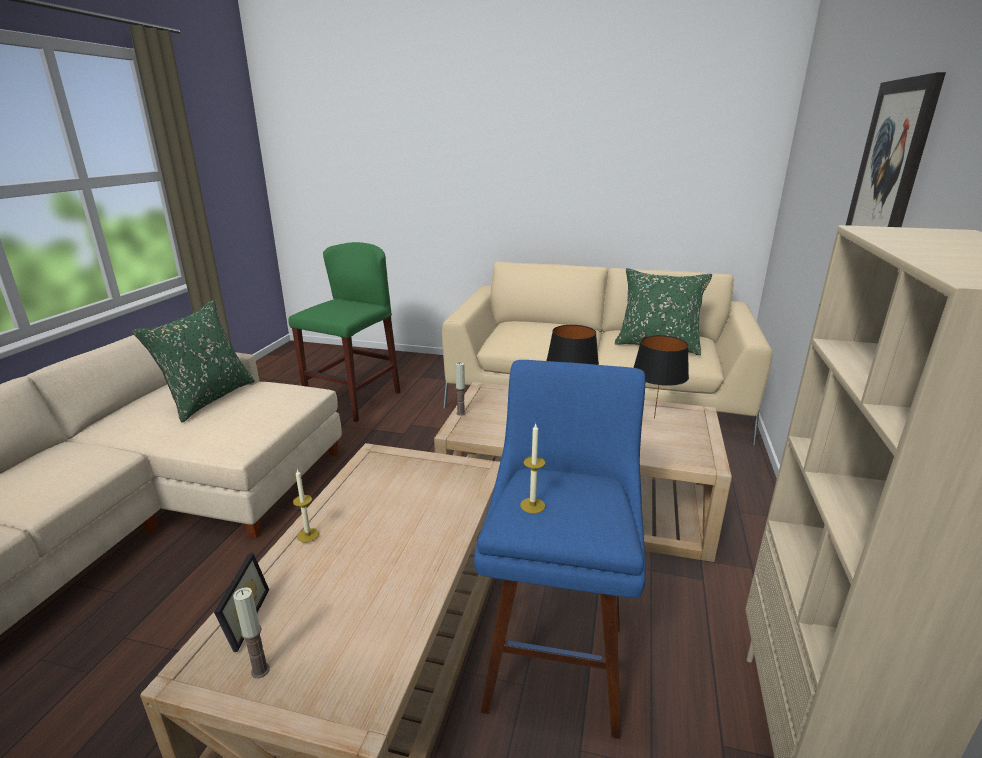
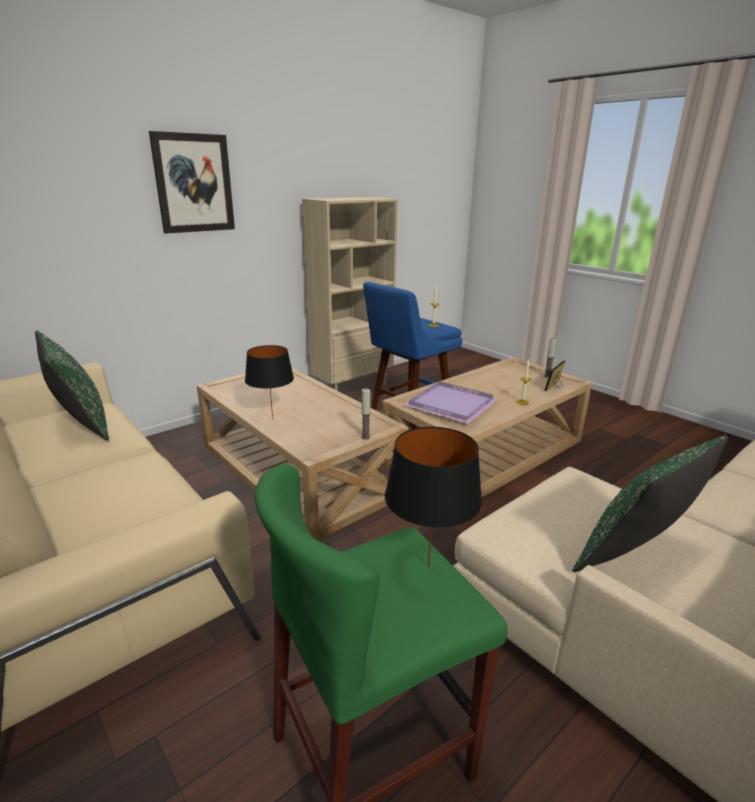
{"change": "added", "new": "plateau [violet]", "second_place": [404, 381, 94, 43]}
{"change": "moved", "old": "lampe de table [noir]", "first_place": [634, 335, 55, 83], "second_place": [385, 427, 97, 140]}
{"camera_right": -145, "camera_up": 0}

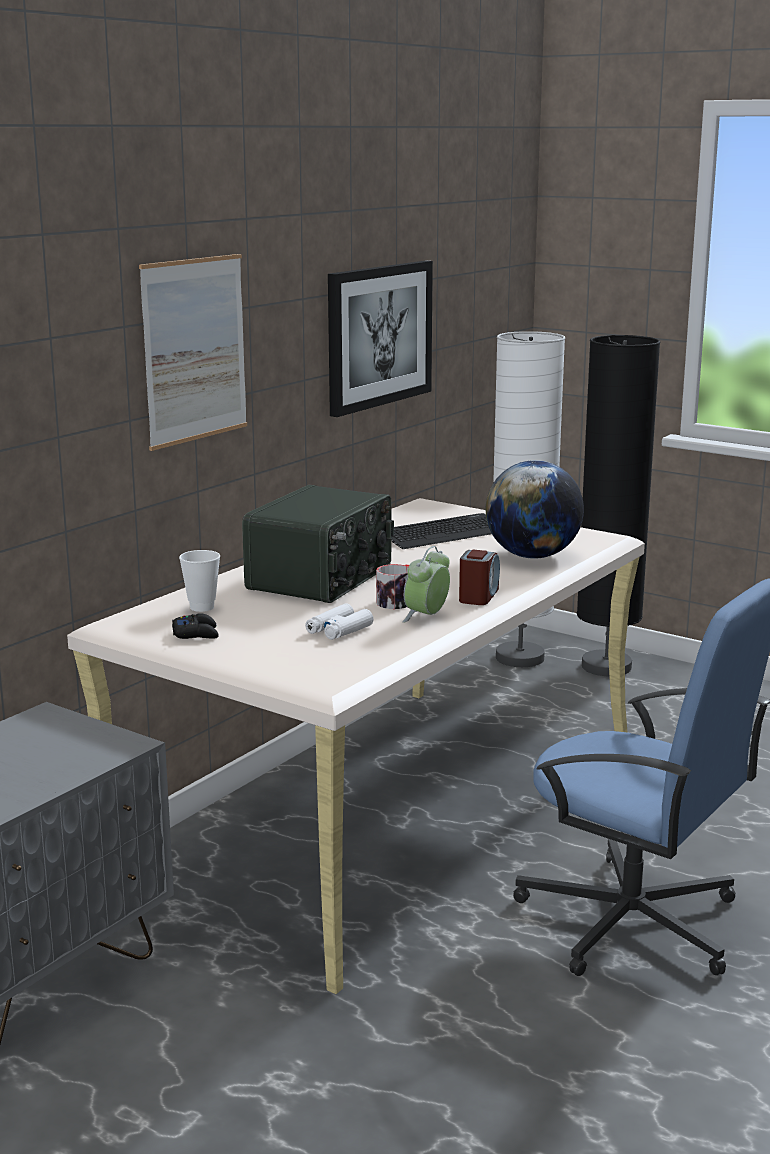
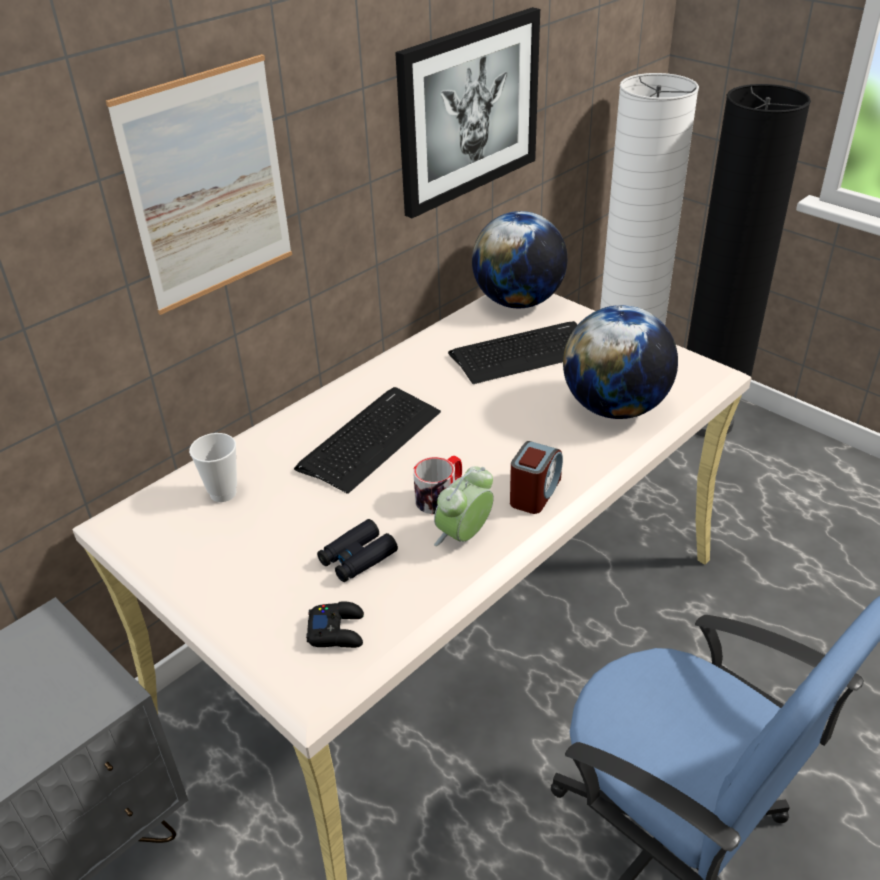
{"change": "added", "new": "globe", "second_place": [472, 211, 95, 97]}
{"change": "moved", "old": "manette [noir]", "first_place": [172, 613, 47, 26], "second_place": [306, 602, 58, 46]}
{"change": "replaced", "old": "radio", "new": "clavier", "first_place": [242, 485, 152, 118], "second_place": [294, 387, 147, 107]}
{"change": "recoloured", "old": "jumelles [blanc]", "new": "jumelles [noir]", "first_place": [305, 603, 69, 37], "second_place": [317, 519, 81, 63]}
{"camera_right": 10, "camera_up": 20}

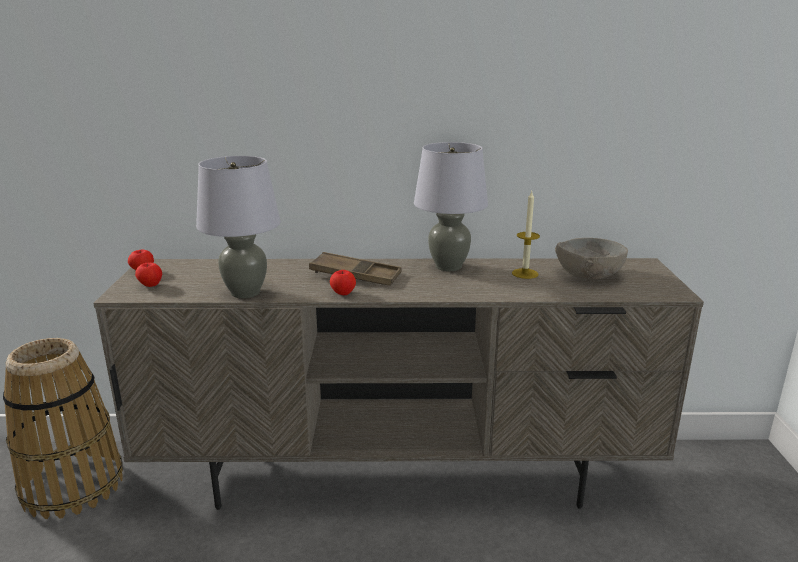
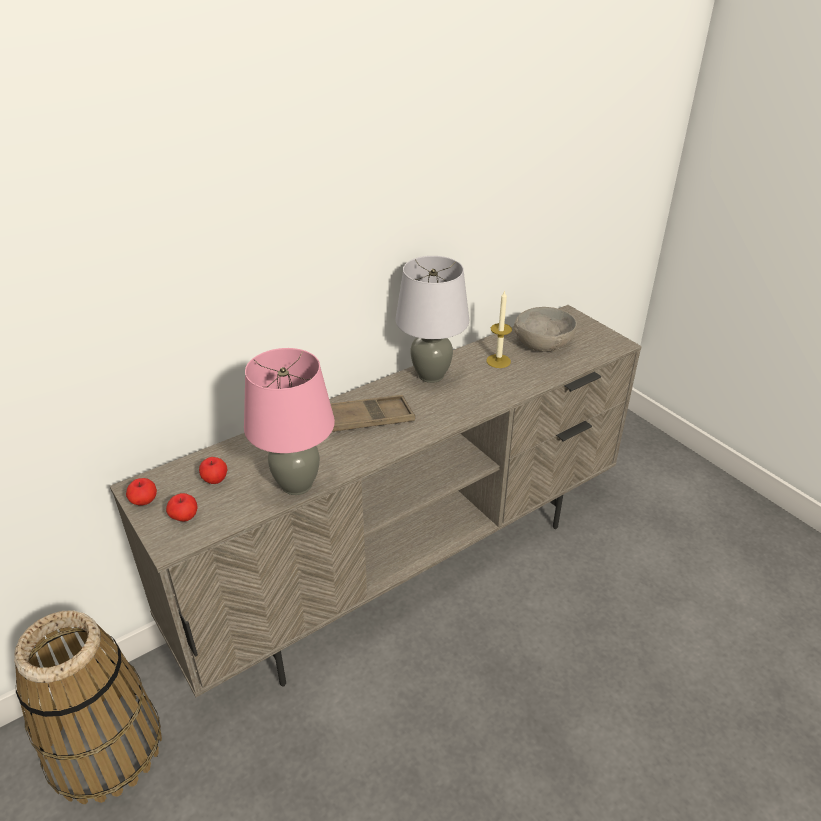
{"change": "moved", "old": "pomme", "first_place": [330, 270, 26, 25], "second_place": [199, 457, 29, 27]}
{"change": "recoloured", "old": "lampe de table [gris]", "new": "lampe de table [rose]", "first_place": [196, 156, 85, 142], "second_place": [244, 348, 91, 147]}
{"camera_right": -35, "camera_up": 15}

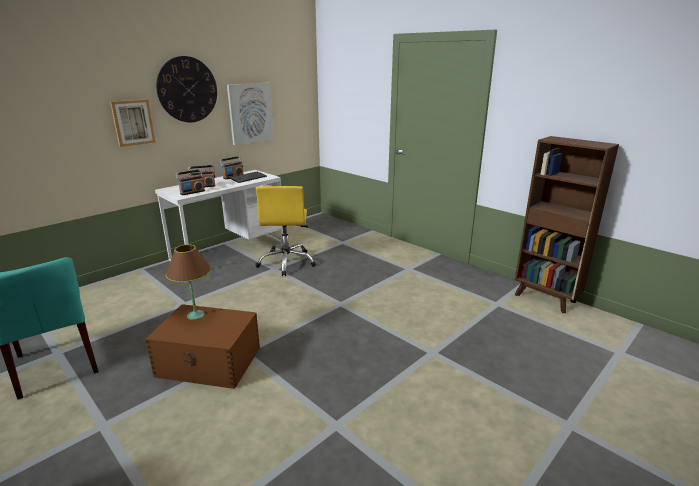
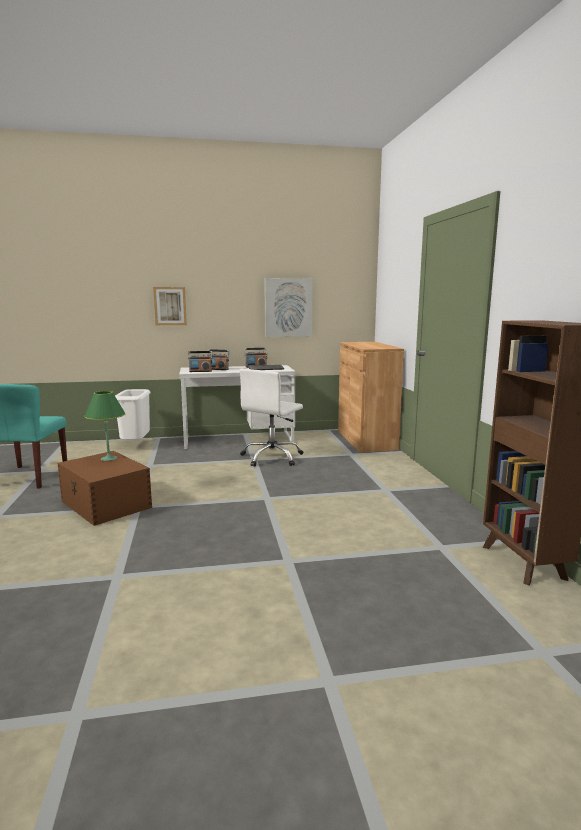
{"change": "removed", "old": "horloge murale", "first_place": [156, 56, 61, 66]}
{"change": "added", "new": "poubelle [blanc]", "second_place": [115, 389, 36, 51]}
{"change": "added", "new": "meuble de rangement [marron]", "second_place": [338, 342, 66, 111]}
{"change": "recoloured", "old": "lampe de table [marron]", "new": "lampe de table [vert]", "first_place": [166, 244, 45, 76], "second_place": [84, 391, 42, 70]}
{"change": "recoloured", "old": "chaise de bureau [jaune]", "new": "chaise de bureau [blanc]", "first_place": [255, 186, 61, 90], "second_place": [240, 369, 63, 98]}
{"camera_right": 35, "camera_up": -10}

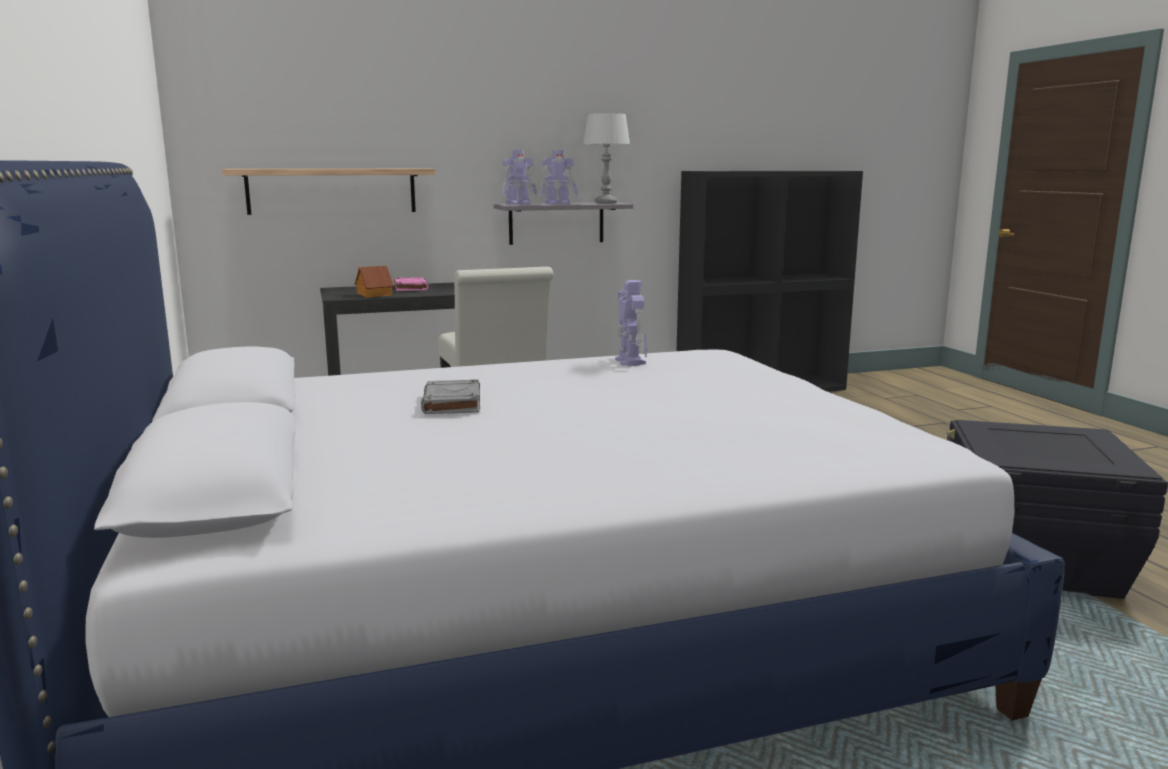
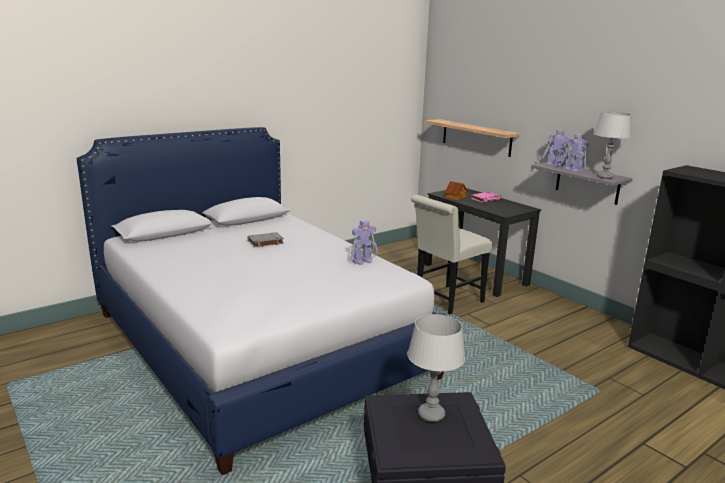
{"change": "added", "new": "lampe de table [gris]", "second_place": [407, 314, 58, 108]}
{"camera_right": 70, "camera_up": 5}

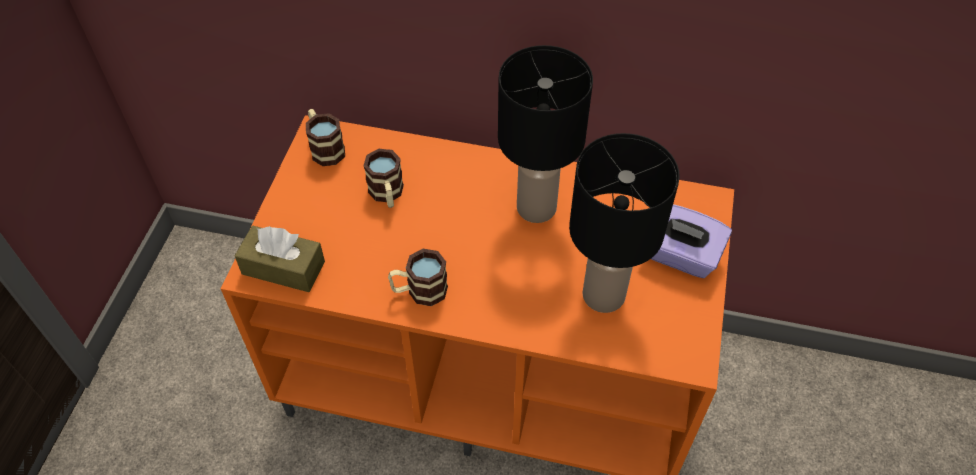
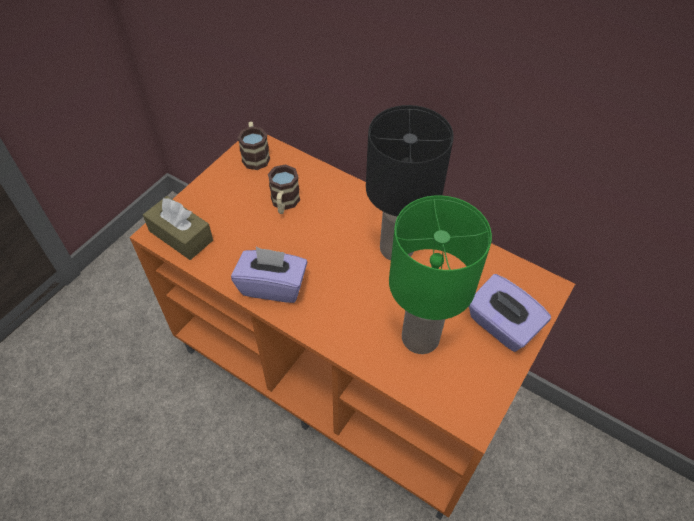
{"change": "replaced", "old": "mug", "new": "boîte à mouchoirs [violet]", "first_place": [388, 249, 60, 57], "second_place": [231, 247, 76, 56]}
{"change": "recoloured", "old": "lampe de table [noir]", "new": "lampe de table [vert]", "first_place": [569, 133, 111, 180], "second_place": [389, 195, 103, 159]}
{"camera_right": 20, "camera_up": 0}

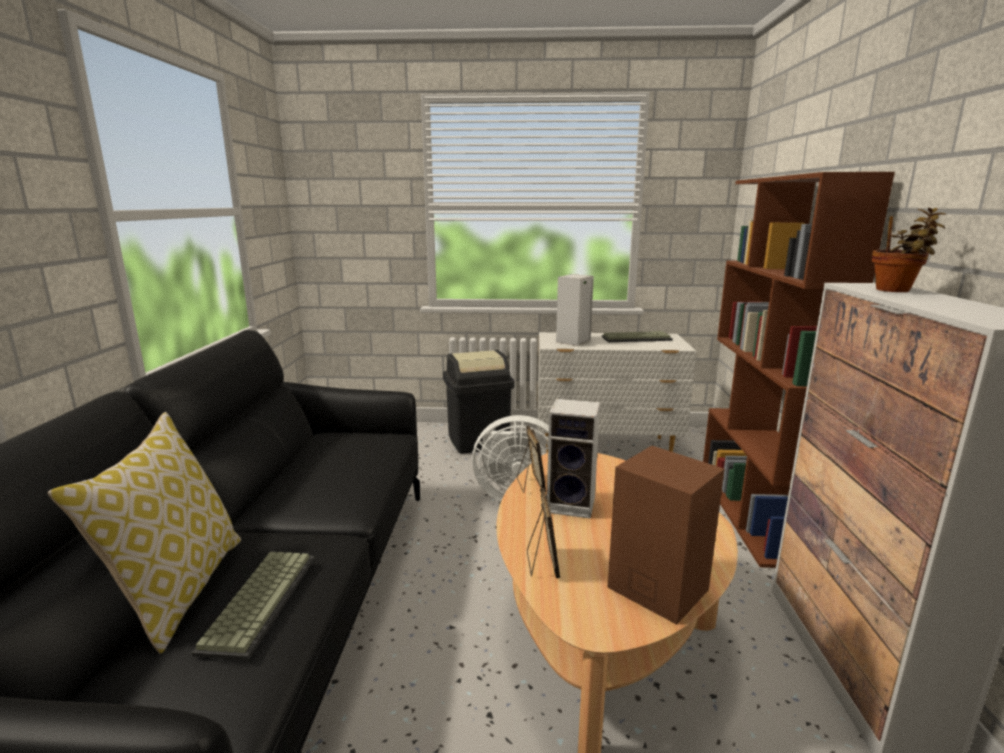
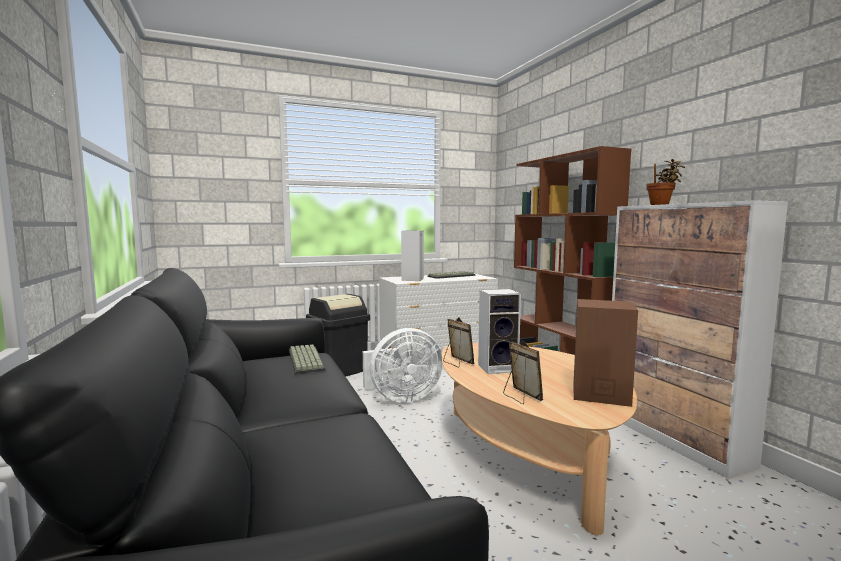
{"change": "removed", "old": "coussin", "first_place": [48, 412, 193, 242]}
{"change": "moved", "old": "clavier", "first_place": [192, 552, 123, 108], "second_place": [289, 344, 37, 30]}
{"camera_right": -25, "camera_up": -10}

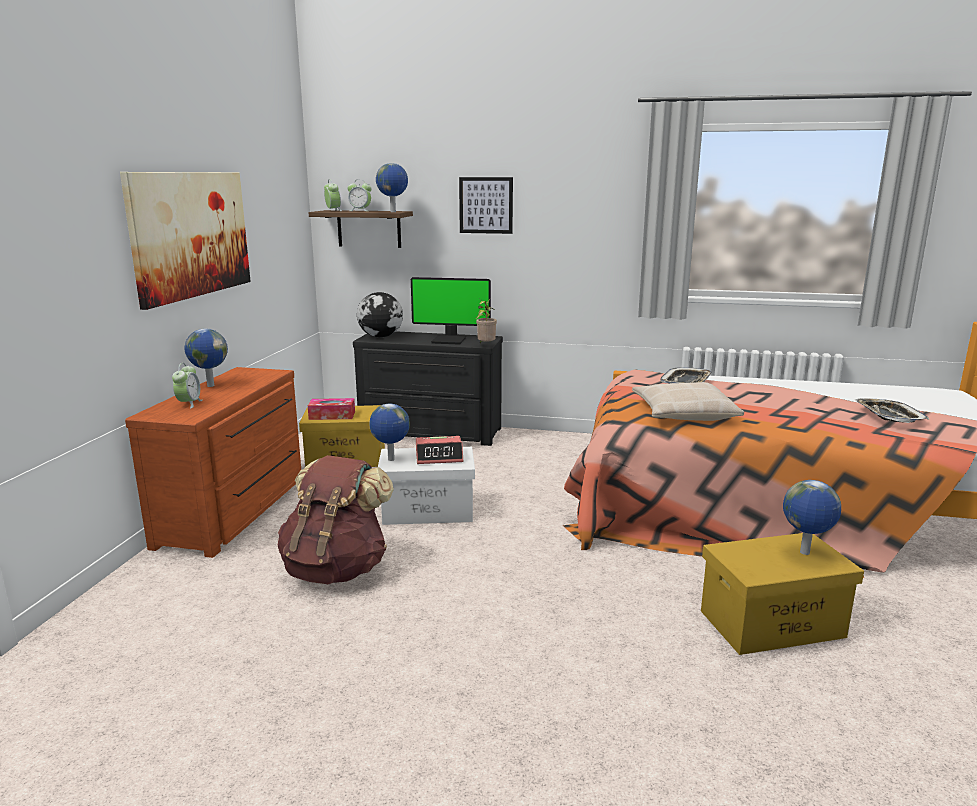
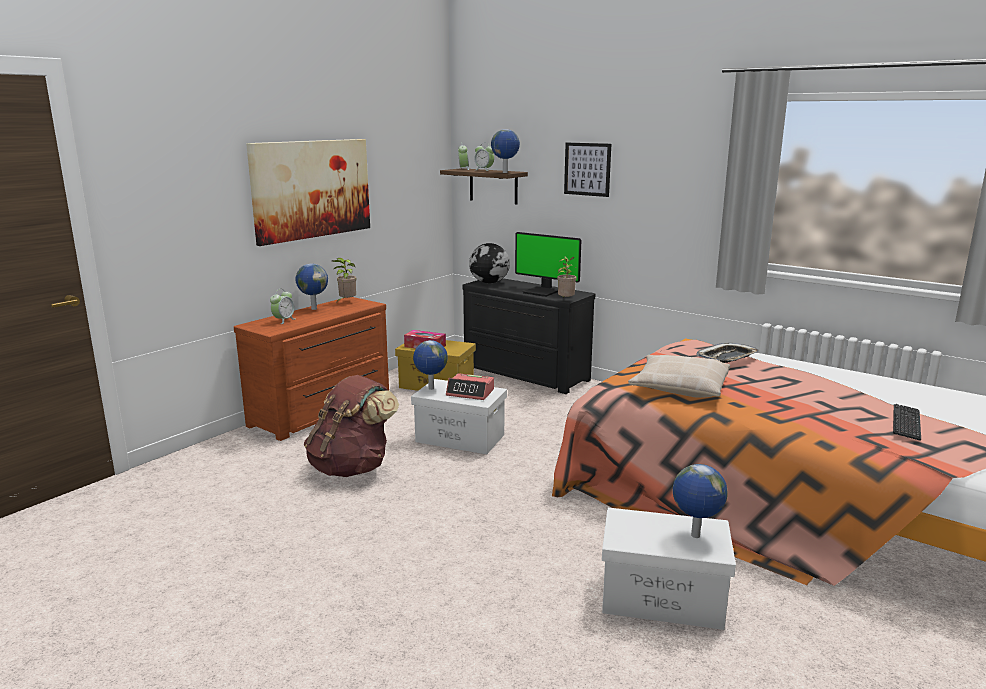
{"change": "added", "new": "plante en pot", "second_place": [332, 258, 24, 44]}
{"change": "replaced", "old": "plateau", "new": "clavier", "first_place": [855, 398, 74, 25], "second_place": [893, 404, 28, 37]}
{"change": "recoloured", "old": "boîte de rangement [jaune]", "new": "boîte de rangement [blanc]", "first_place": [701, 533, 163, 122], "second_place": [602, 508, 134, 122]}
{"camera_right": 25, "camera_up": 0}

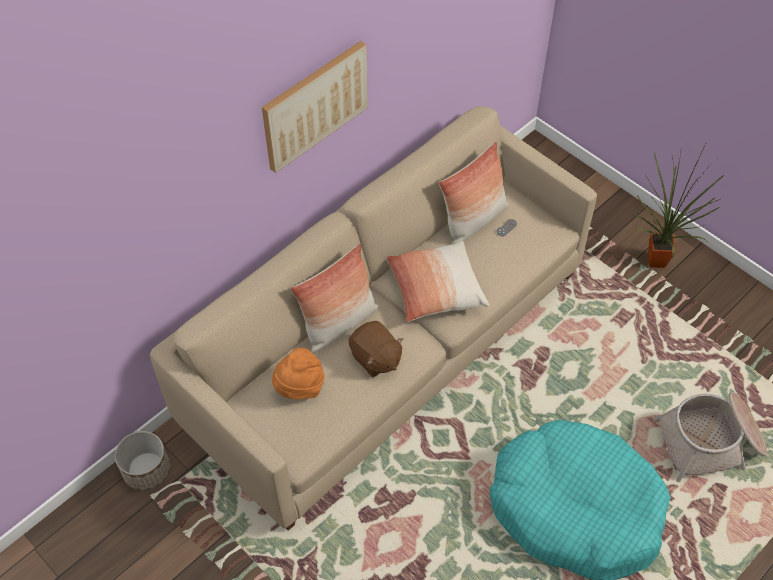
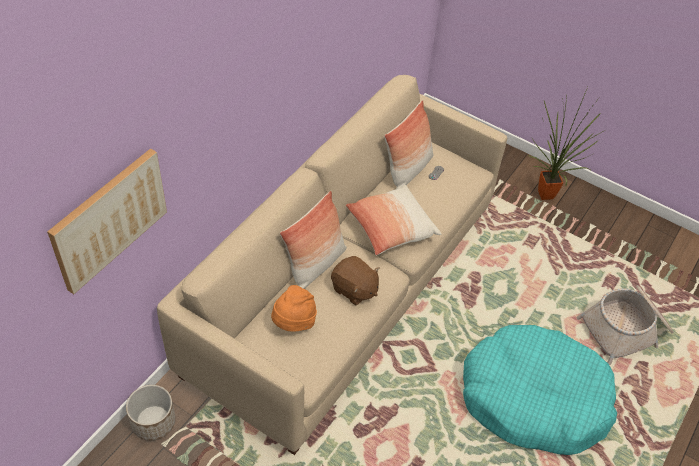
{"change": "moved", "old": "tableau", "first_place": [262, 41, 106, 132], "second_place": [47, 148, 120, 146]}
{"camera_right": -15, "camera_up": -5}

